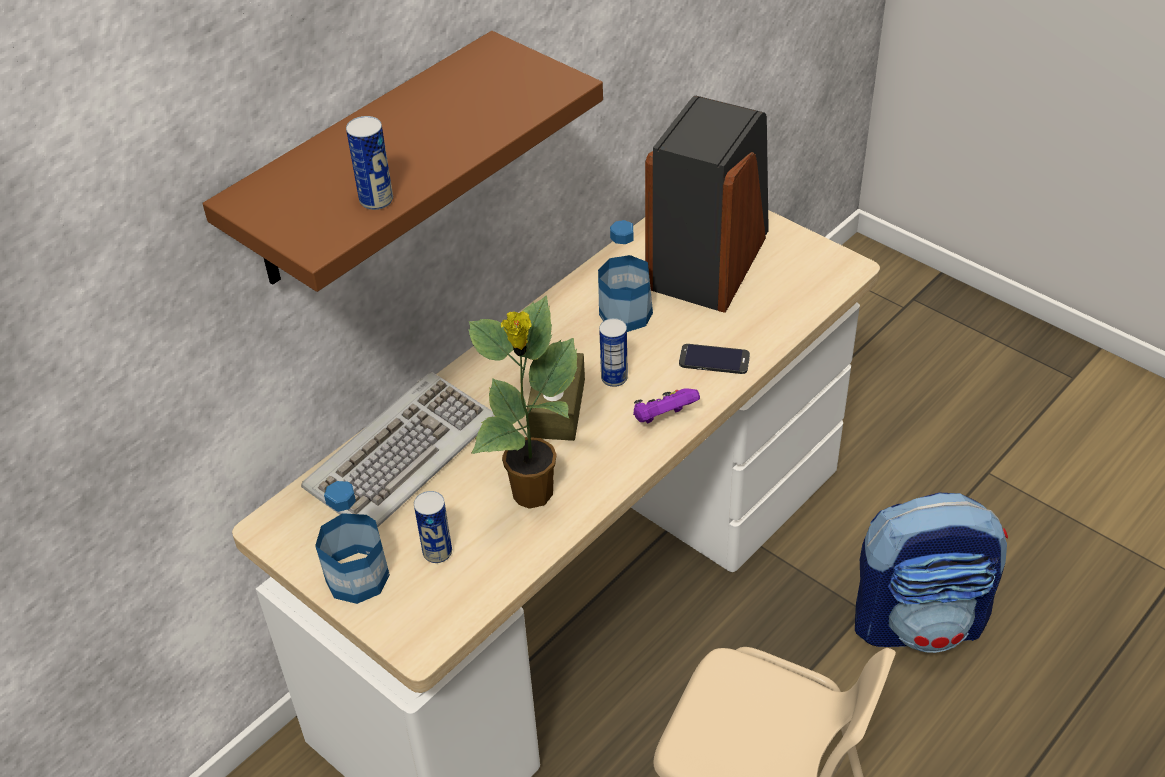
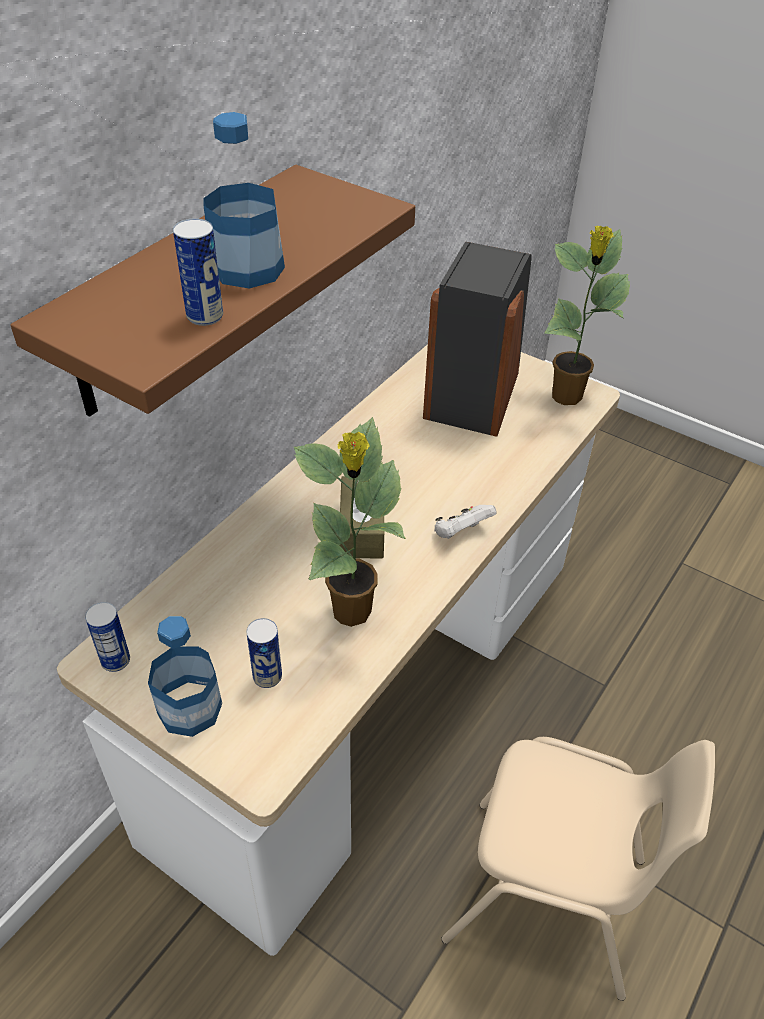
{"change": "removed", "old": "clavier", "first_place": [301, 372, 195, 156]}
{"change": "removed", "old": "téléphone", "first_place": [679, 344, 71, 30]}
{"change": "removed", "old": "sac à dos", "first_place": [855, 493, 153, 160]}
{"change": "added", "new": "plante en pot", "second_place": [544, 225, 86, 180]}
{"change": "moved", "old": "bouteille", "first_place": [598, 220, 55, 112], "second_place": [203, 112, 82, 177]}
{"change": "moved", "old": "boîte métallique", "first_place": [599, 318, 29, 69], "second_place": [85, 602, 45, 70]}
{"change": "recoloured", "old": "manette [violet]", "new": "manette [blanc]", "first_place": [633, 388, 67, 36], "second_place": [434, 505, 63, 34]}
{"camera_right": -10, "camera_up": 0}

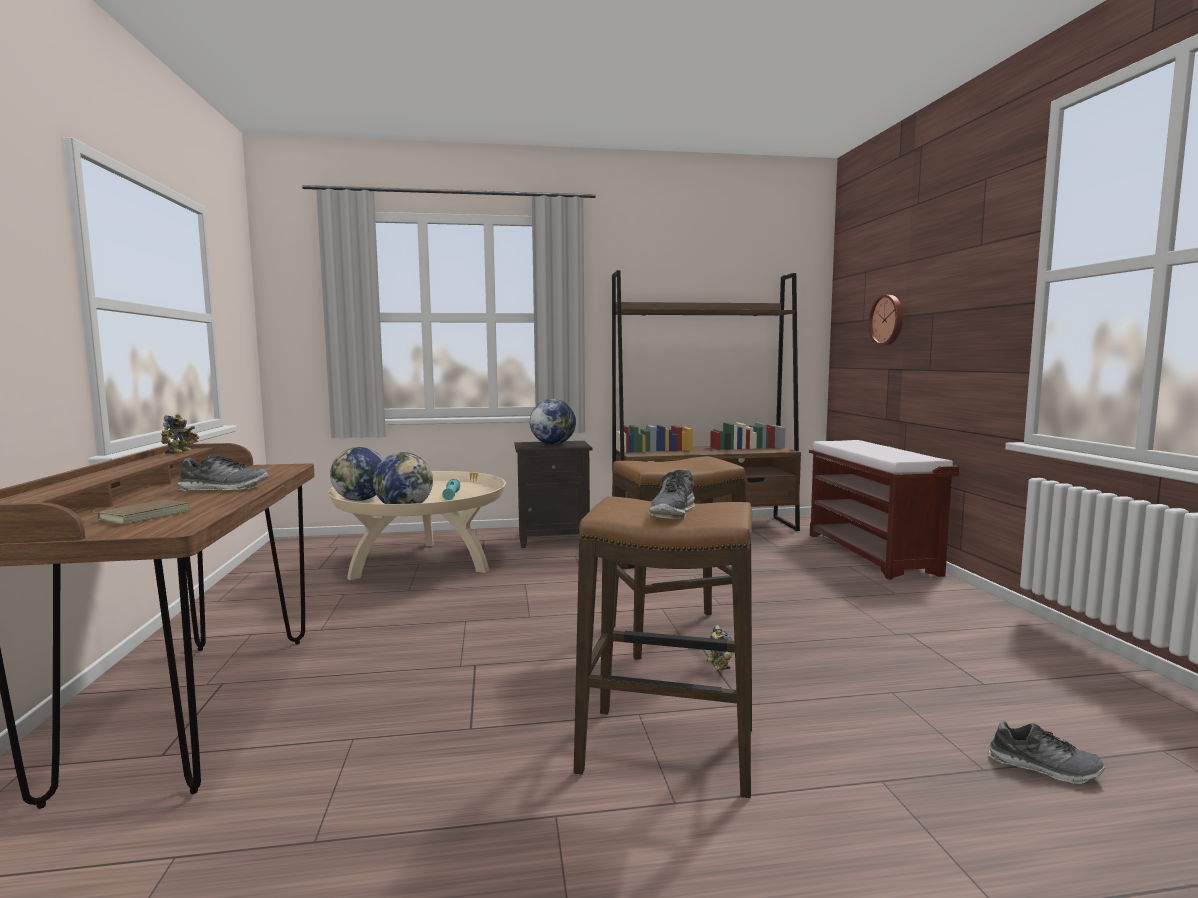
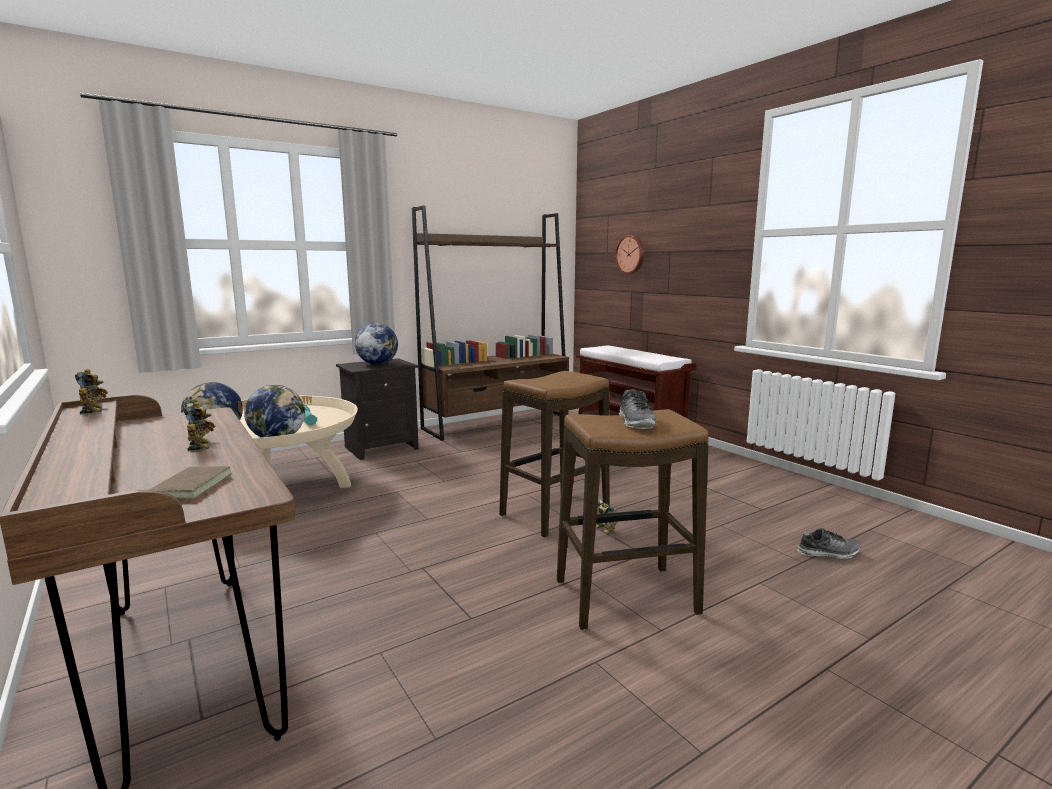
{"change": "replaced", "old": "chaussure", "new": "robot jouet", "first_place": [177, 454, 91, 38], "second_place": [184, 402, 32, 49]}
{"camera_right": -25, "camera_up": 5}

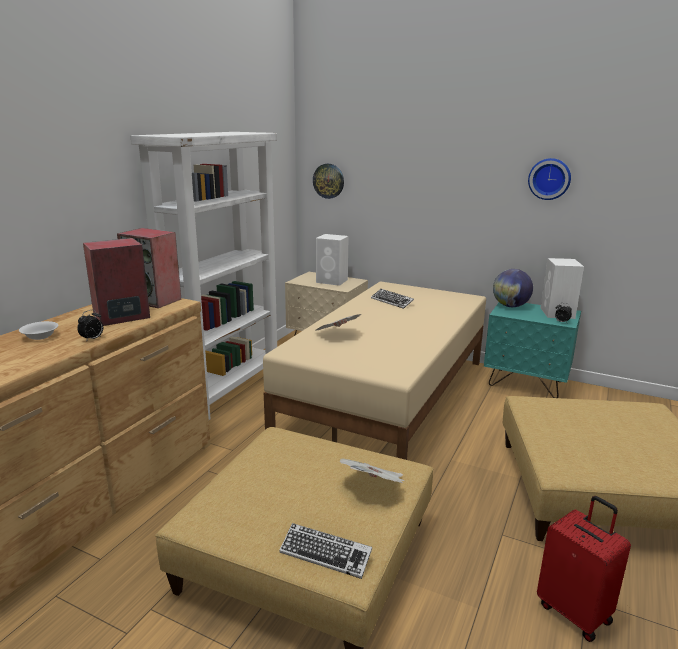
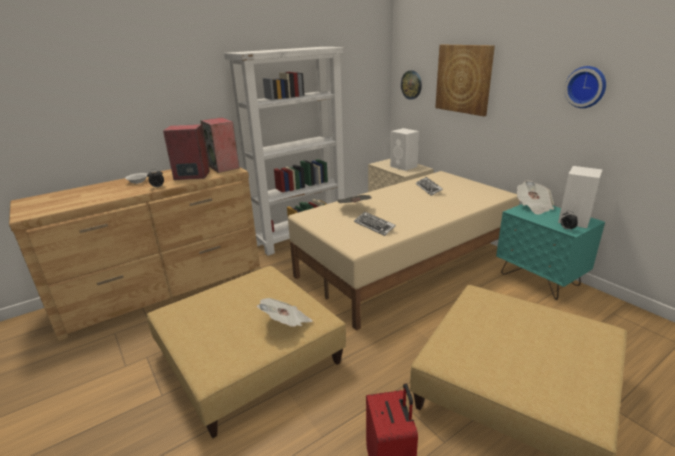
{"change": "added", "new": "tableau", "second_place": [435, 45, 60, 71]}
{"change": "moved", "old": "clavier", "first_place": [279, 523, 93, 56], "second_place": [354, 212, 42, 24]}
{"change": "replaced", "old": "globe", "new": "journal", "first_place": [493, 269, 40, 38], "second_place": [517, 181, 37, 34]}
{"camera_right": 30, "camera_up": 5}

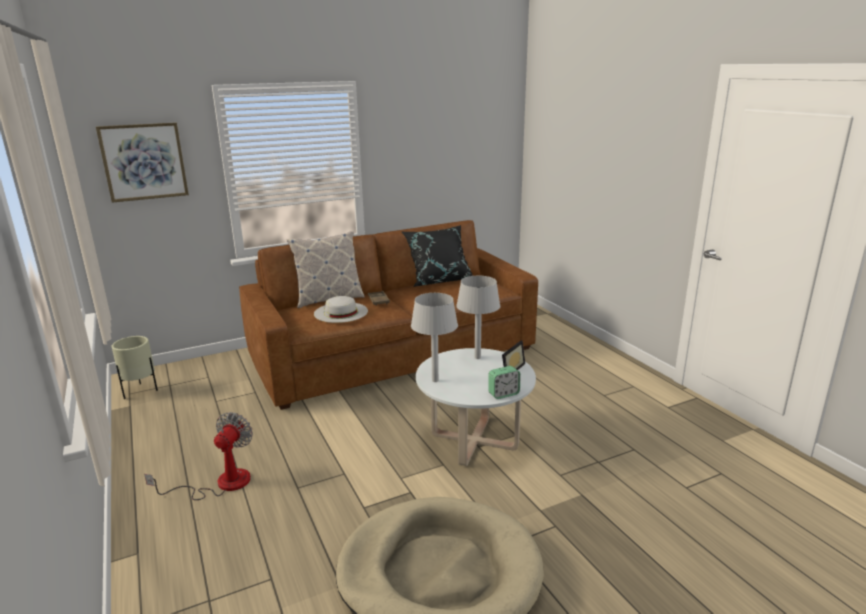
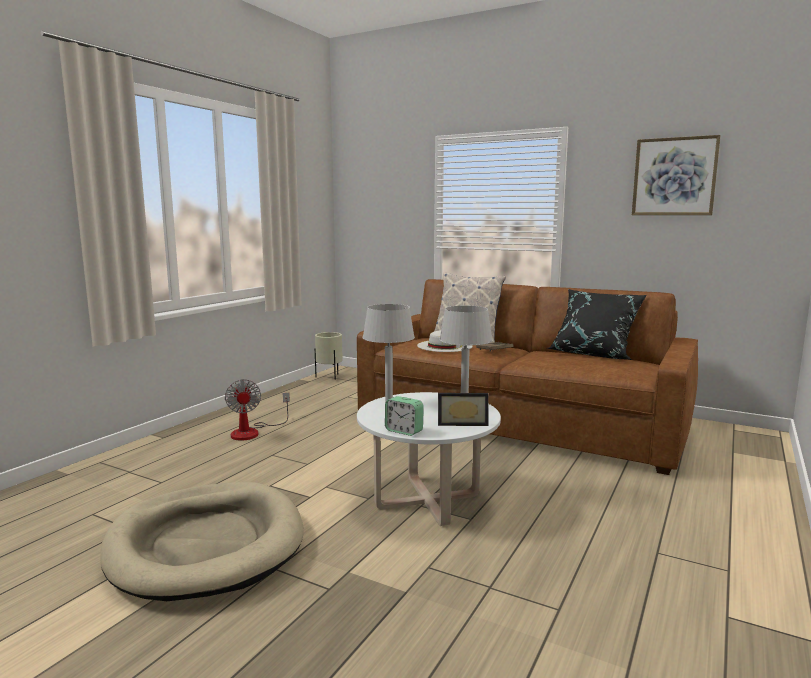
{"change": "moved", "old": "tableau", "first_place": [96, 122, 93, 81], "second_place": [632, 135, 89, 80]}
{"change": "turned", "old": "ventilateur", "first_place": [144, 412, 109, 88], "second_place": [225, 379, 65, 61], "degrees": 90}
{"camera_right": 55, "camera_up": -10}

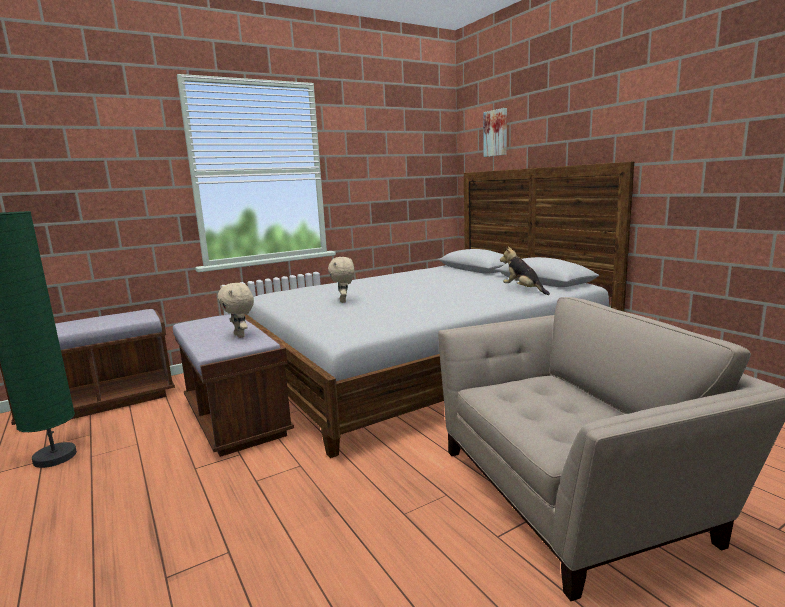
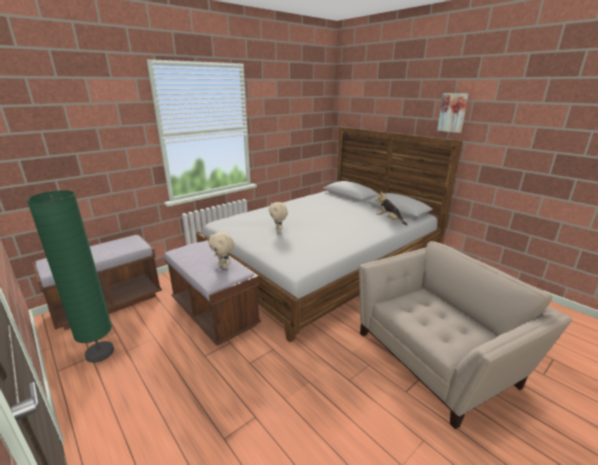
{"change": "moved", "old": "tableau", "first_place": [484, 108, 23, 49], "second_place": [437, 93, 32, 40]}
{"camera_right": -10, "camera_up": 10}

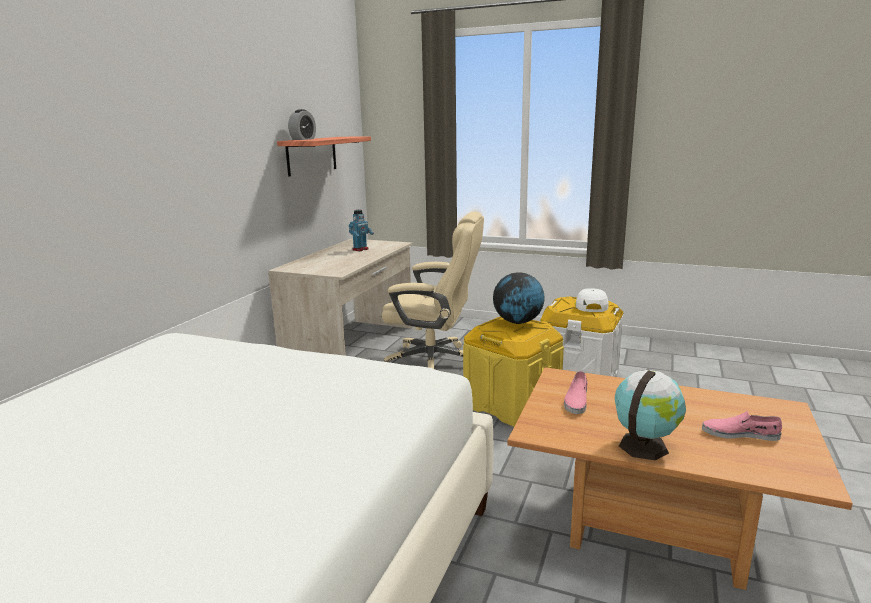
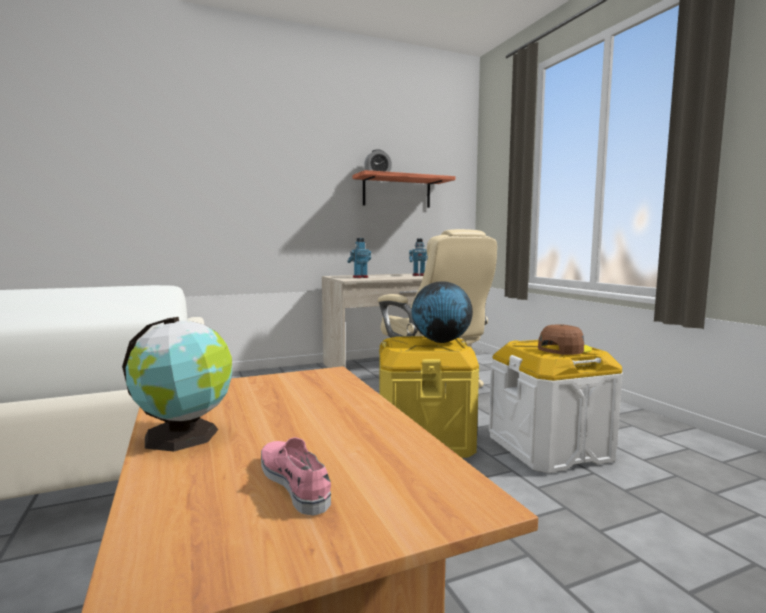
{"change": "removed", "old": "chaussure [rose]", "first_place": [564, 371, 23, 43]}
{"change": "added", "new": "robot jouet", "second_place": [347, 238, 24, 40]}
{"change": "recoloured", "old": "casquette [blanc]", "new": "casquette [marron]", "first_place": [575, 288, 34, 24], "second_place": [538, 324, 54, 31]}
{"camera_right": 45, "camera_up": -10}

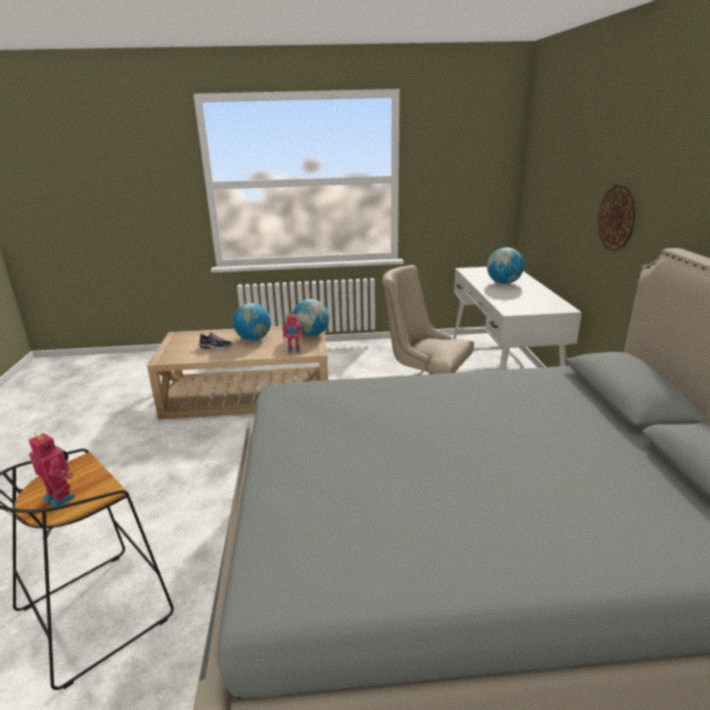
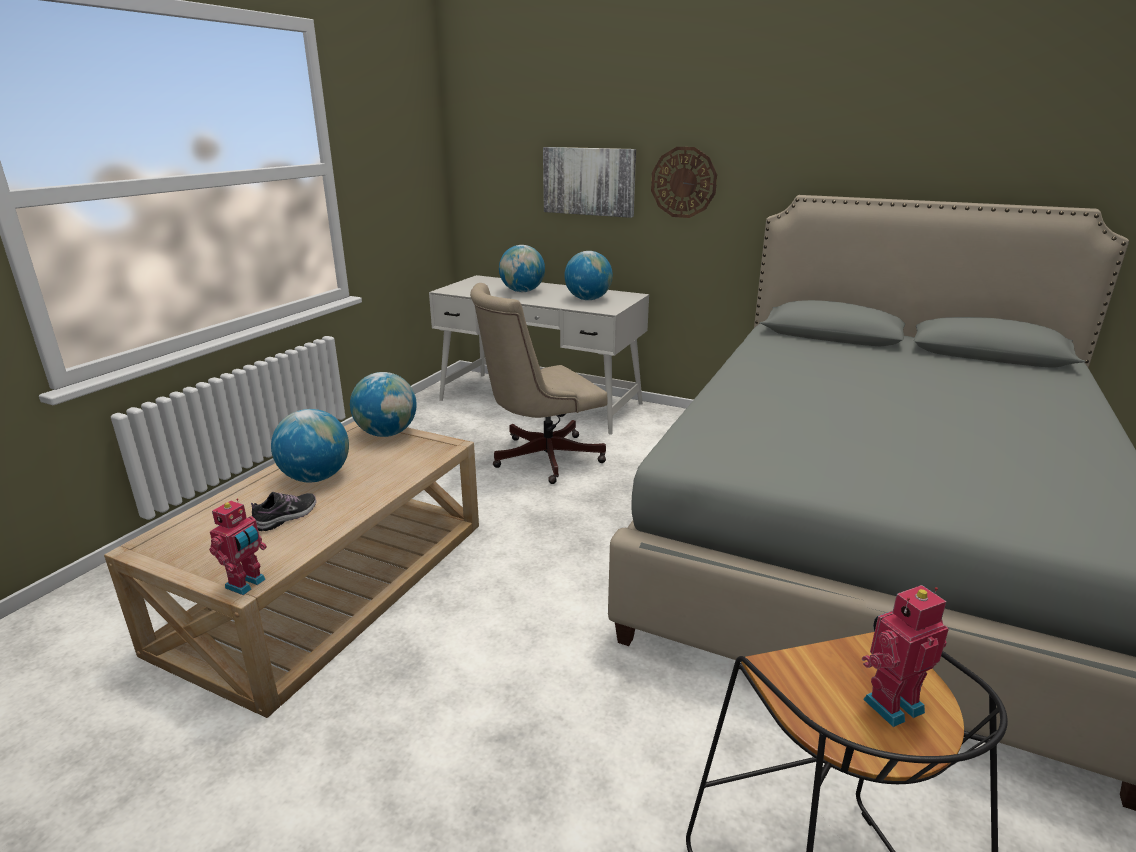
{"change": "added", "new": "tableau", "second_place": [543, 147, 93, 71]}
{"change": "added", "new": "globe", "second_place": [564, 251, 49, 49]}
{"change": "moved", "old": "robot jouet", "first_place": [282, 313, 21, 40], "second_place": [209, 499, 58, 96]}
{"camera_right": -60, "camera_up": 0}

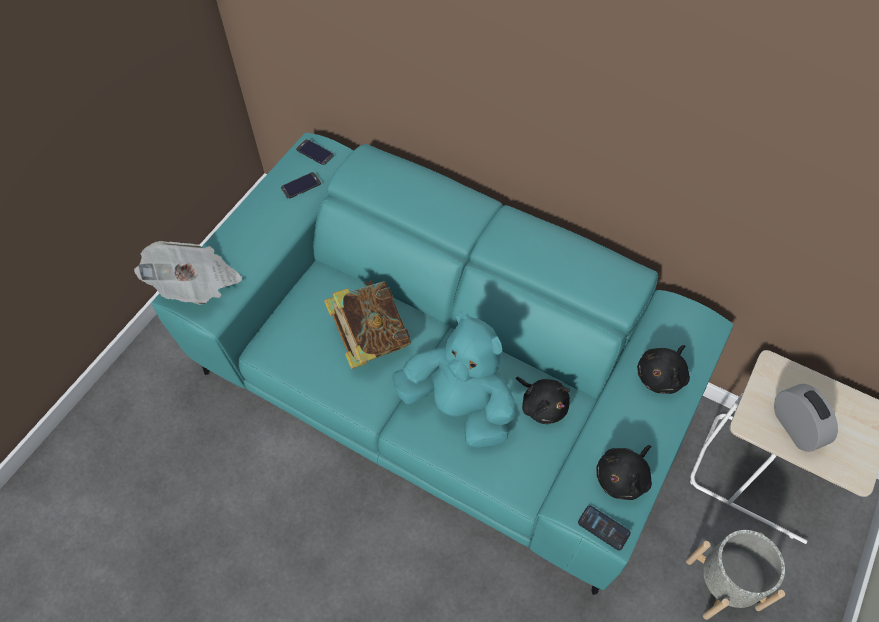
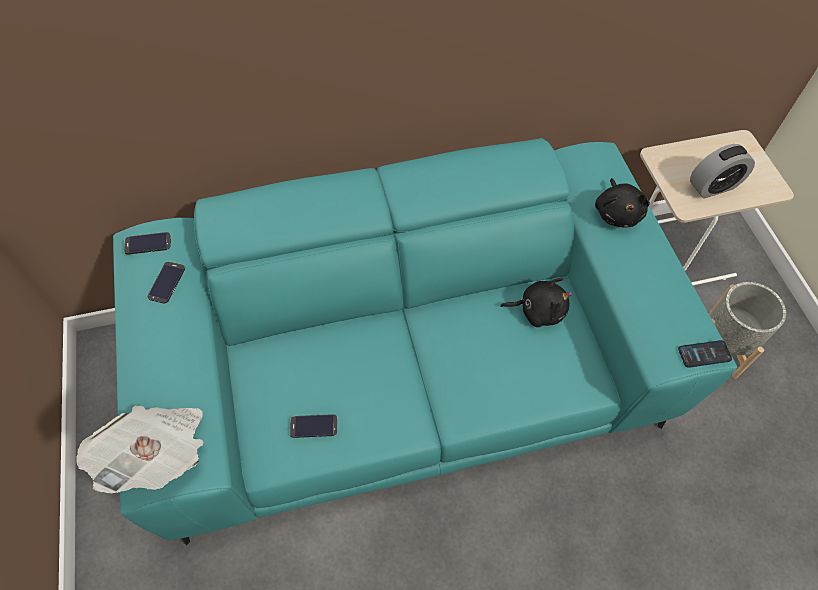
{"change": "removed", "old": "livre", "first_place": [324, 281, 87, 88]}
{"change": "removed", "old": "peluche [turquoise]", "first_place": [392, 311, 124, 137]}
{"change": "removed", "old": "peluche [noir]", "first_place": [596, 445, 56, 55]}
{"change": "added", "new": "téléphone", "second_place": [290, 414, 47, 24]}
{"change": "turned", "old": "réveil", "first_place": [774, 384, 64, 68], "second_place": [690, 144, 65, 55], "degrees": 135}
{"camera_right": -45, "camera_up": 0}

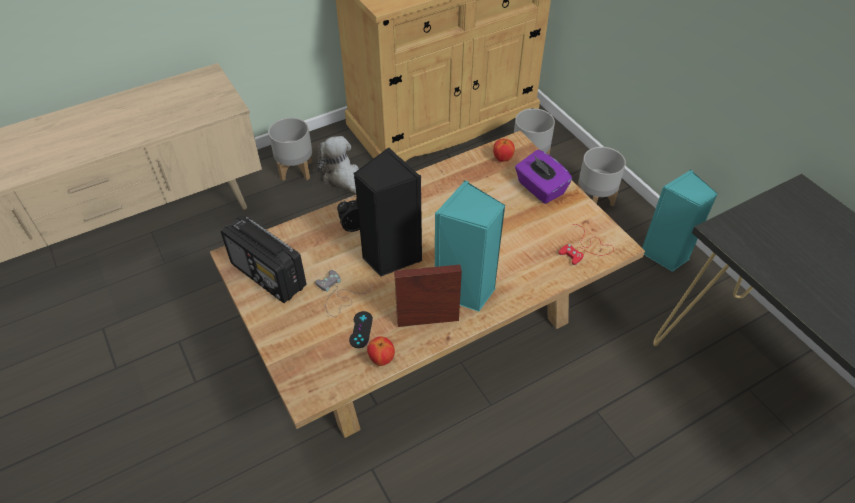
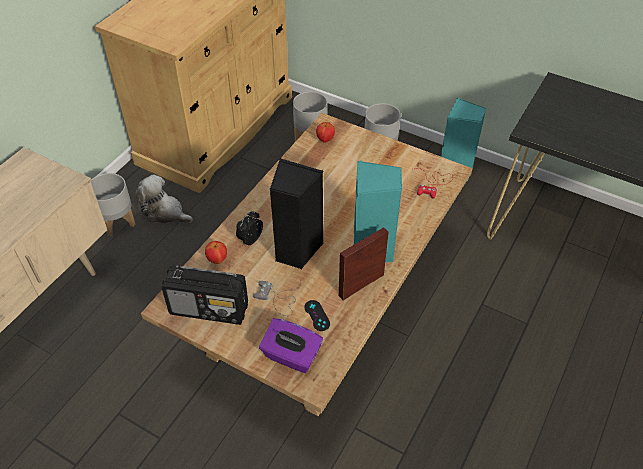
{"change": "moved", "old": "pomme", "first_place": [367, 336, 28, 30], "second_place": [205, 241, 22, 23]}
{"change": "moved", "old": "boîte à mouchoirs [violet]", "first_place": [515, 150, 57, 54], "second_place": [259, 318, 64, 55]}
{"camera_right": -30, "camera_up": 0}

